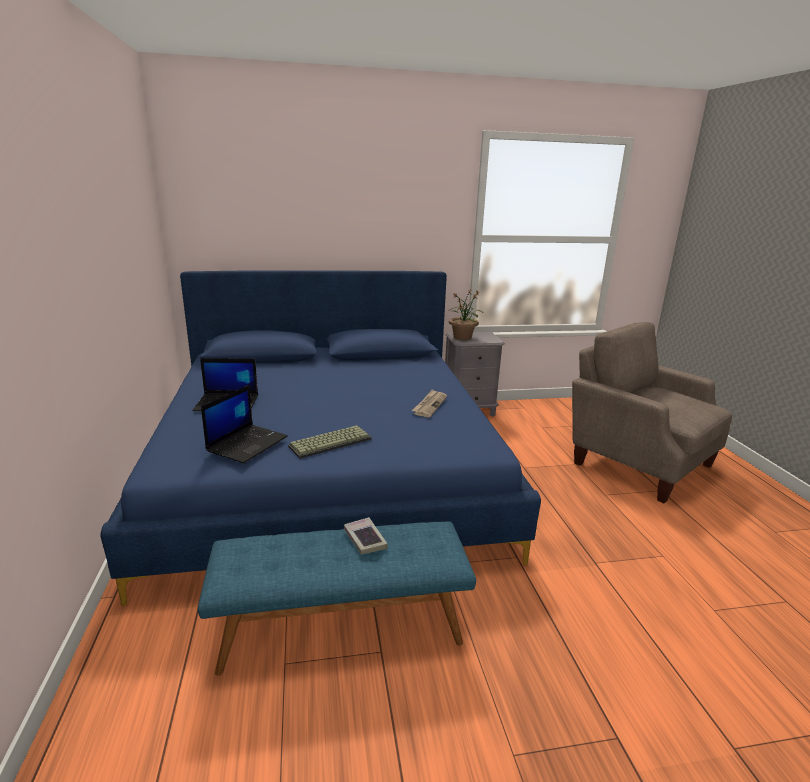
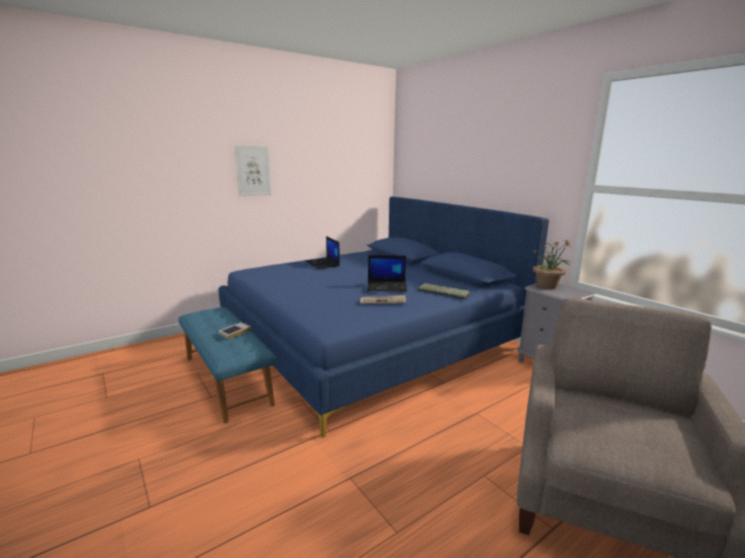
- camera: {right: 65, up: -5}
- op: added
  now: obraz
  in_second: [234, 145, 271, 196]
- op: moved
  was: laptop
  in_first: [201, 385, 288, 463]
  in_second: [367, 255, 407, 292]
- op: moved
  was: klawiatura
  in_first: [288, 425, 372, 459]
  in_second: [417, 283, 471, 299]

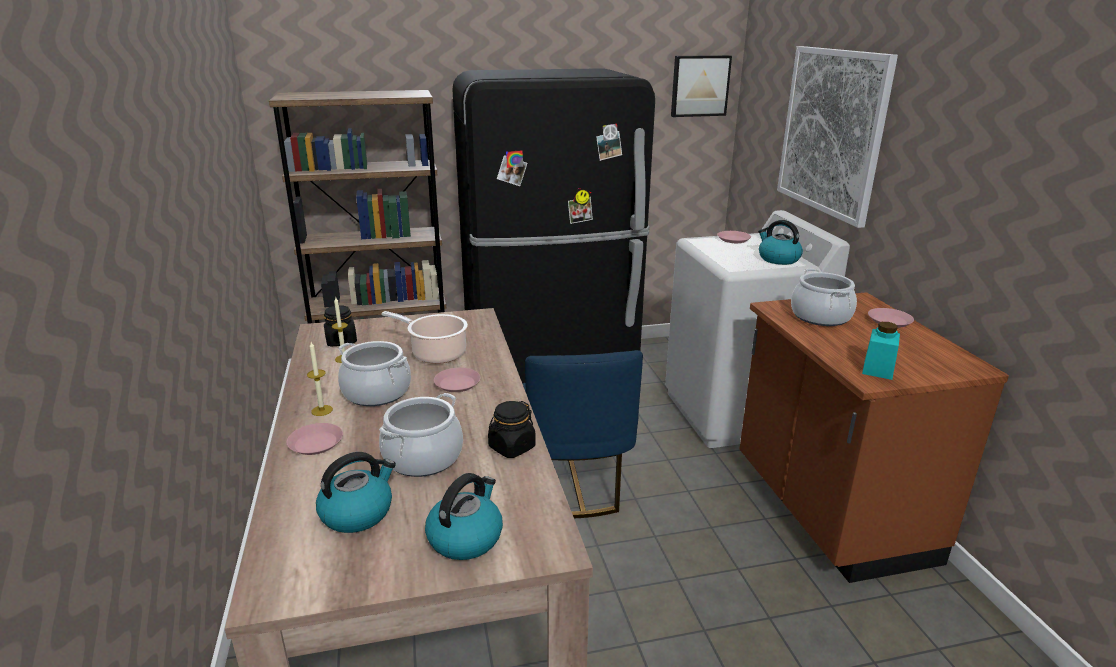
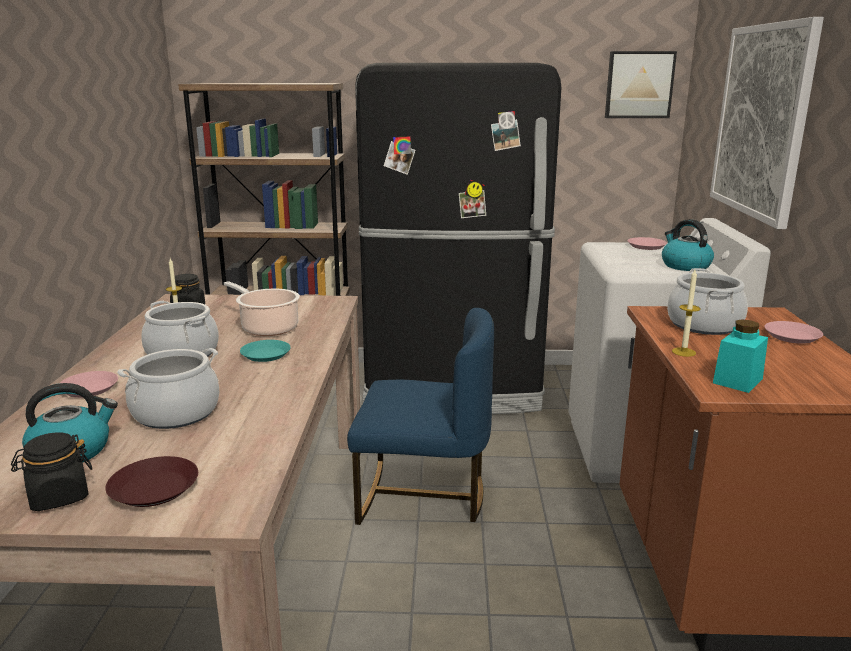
- camera: {right: 15, up: -5}
- op: moved
  was: słoik/czarny
  in_first: [488, 401, 536, 458]
  in_second: [11, 432, 92, 511]
- op: replaced
  was: czajnik
  now: talerz/brązowy
  in_first: [425, 473, 503, 560]
  in_second: [105, 456, 198, 507]
- op: recoloured
  was: talerz/różowy
  now: talerz/turkusowy
  in_first: [434, 368, 481, 392]
  in_second: [240, 340, 291, 362]
- op: turned
  was: krzesło/niebieski
  in_first: [522, 350, 643, 518]
  in_second: [347, 308, 494, 525]
  clockwise: -90
- op: moved
  was: świeca
  in_first: [307, 342, 333, 416]
  in_second: [672, 270, 700, 357]

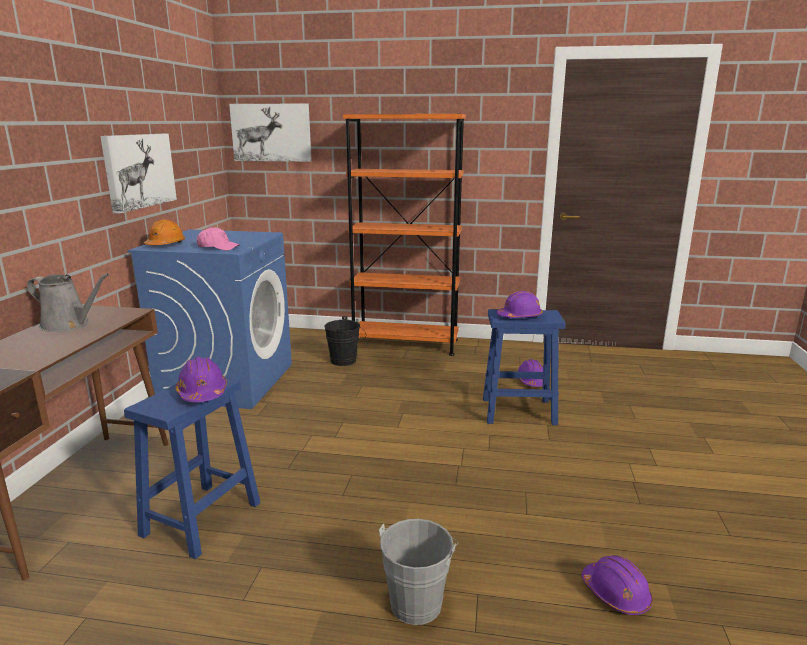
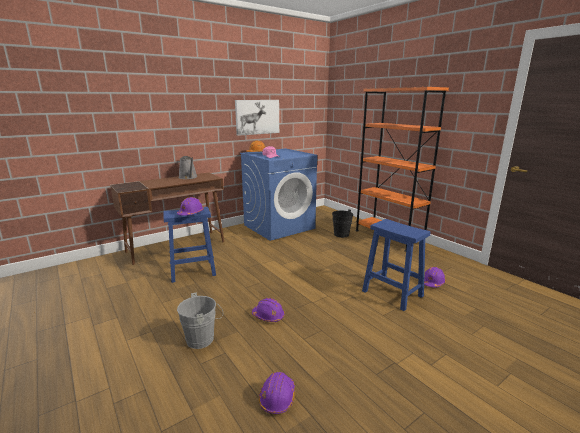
- camera: {right: 45, up: 0}
- op: moved
  was: kask/fioletowy
  in_first: [496, 291, 543, 318]
  in_second: [252, 298, 285, 322]
- op: removed
  was: obraz
  in_first: [229, 104, 312, 162]

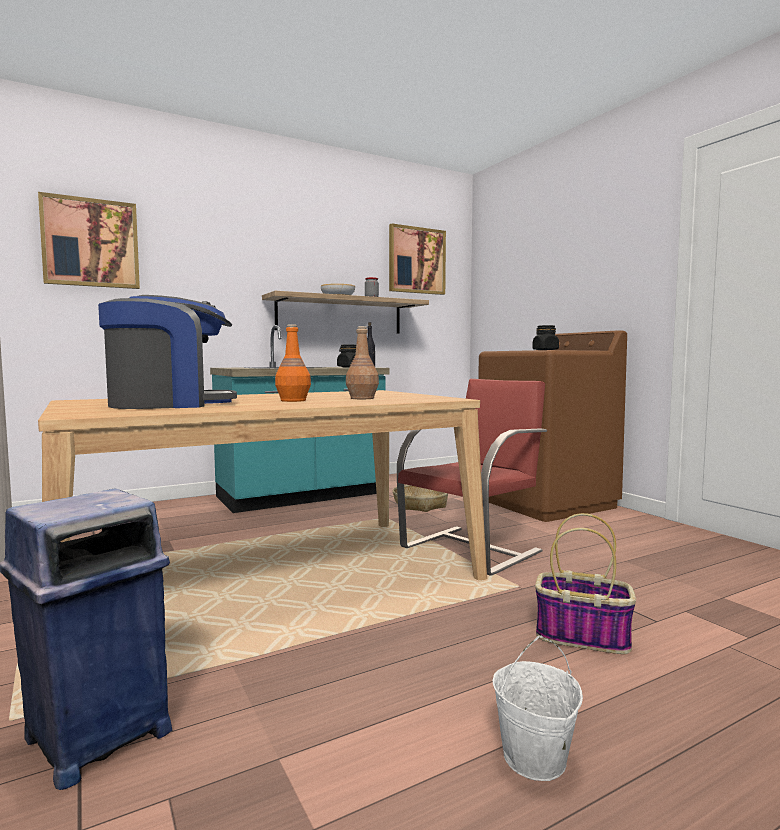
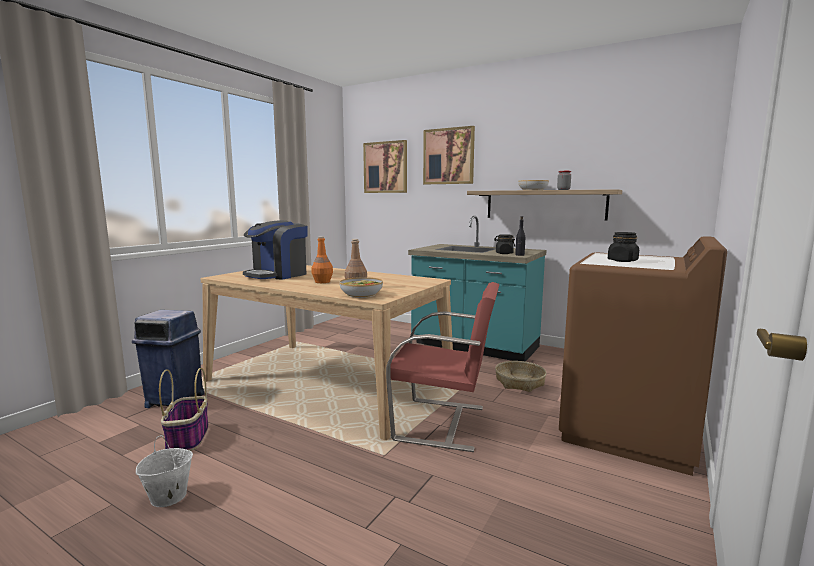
- camera: {right: 60, up: 5}
- op: moved
  was: koszyk
  in_first: [535, 513, 636, 654]
  in_second: [159, 368, 209, 451]
- op: turned
  was: ekspres do kawy
  in_first: [98, 295, 237, 409]
  in_second: [243, 220, 308, 279]
  clockwise: 90
- op: added
  now: miska
  in_second: [339, 277, 383, 298]
- op: moved
  was: obraz
  in_first: [389, 223, 446, 295]
  in_second: [423, 126, 475, 184]

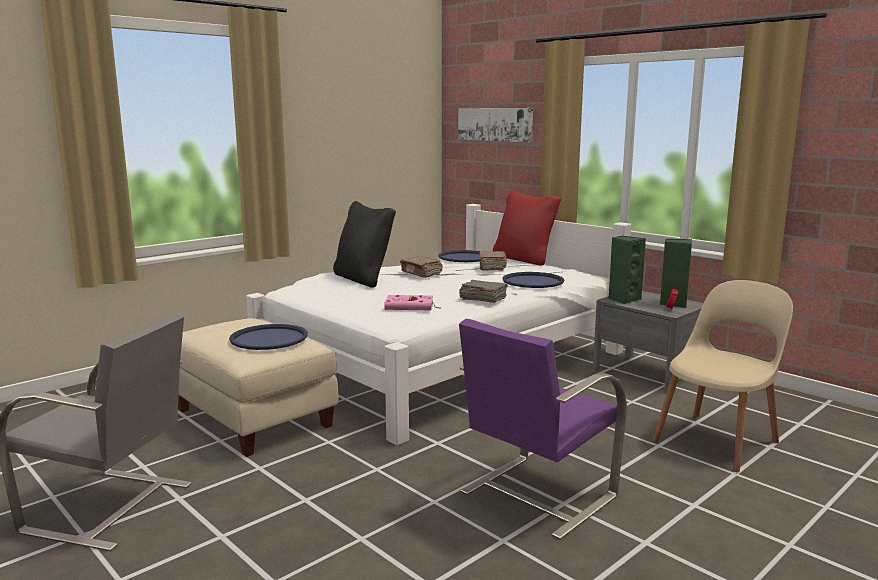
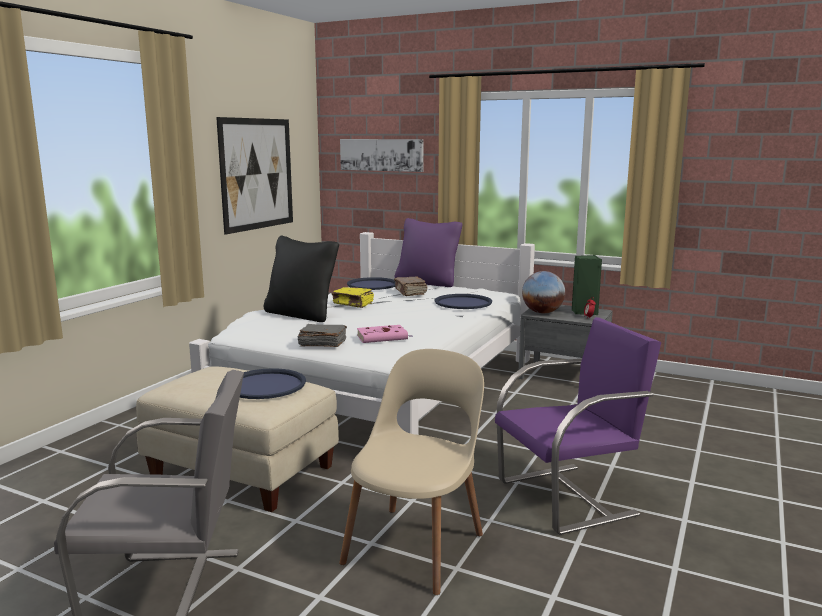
- camera: {right: -20, up: 0}
- op: added
  now: obraz
  in_second: [216, 117, 293, 235]
- op: moved
  was: książka/szary
  in_first: [459, 280, 508, 303]
  in_second: [298, 324, 347, 347]
- op: recoloured
  was: książka/brązowy
  now: książka/żółty
  in_first: [400, 256, 443, 278]
  in_second: [331, 287, 374, 308]
- op: moved
  was: krzesło/beżowy
  in_first: [653, 280, 793, 472]
  in_second: [339, 349, 484, 595]
- op: recoloured
  was: poduszka/czerwony
  now: poduszka/fioletowy
  in_first: [493, 191, 561, 265]
  in_second: [395, 218, 463, 287]
- op: turned
  was: krzesło/fioletowy
  in_first: [459, 319, 627, 540]
  in_second: [495, 317, 661, 535]
  clockwise: -135
- op: replaced
  was: głośnik/zielony
  now: globus
  in_first: [608, 236, 646, 304]
  in_second: [522, 271, 565, 313]

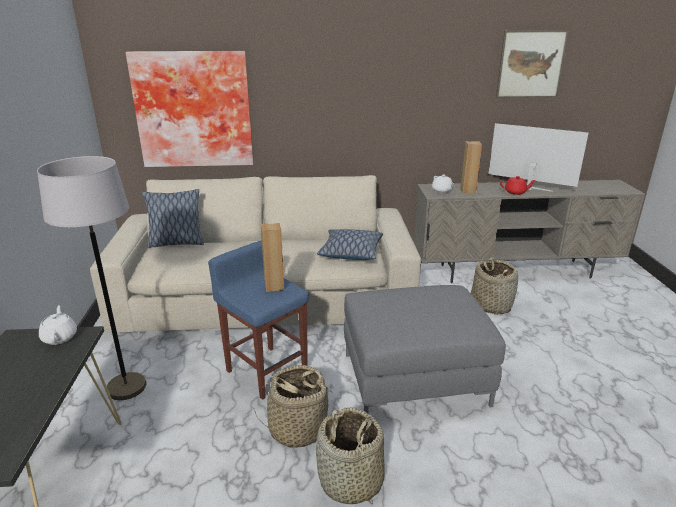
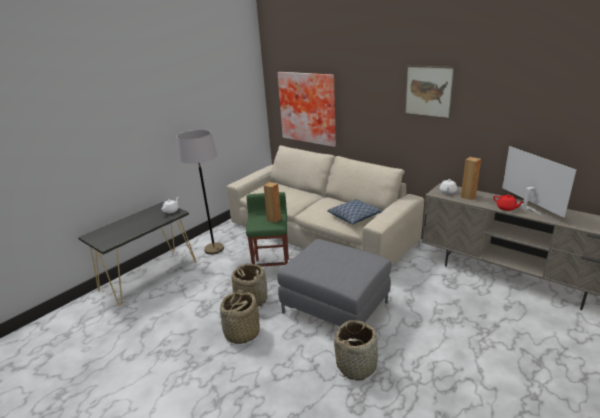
- camera: {right: 45, up: 0}
- op: recoloured
  was: stołek/niebieski
  now: stołek/zielony
  in_first: [208, 240, 309, 400]
  in_second: [246, 192, 289, 267]
- op: moved
  was: koszyk
  in_first: [471, 257, 518, 315]
  in_second: [334, 320, 378, 381]
- op: moved
  was: obraz
  in_first: [496, 30, 569, 98]
  in_second: [404, 65, 455, 119]
- op: removed
  was: poduszka
  in_first: [141, 189, 204, 248]

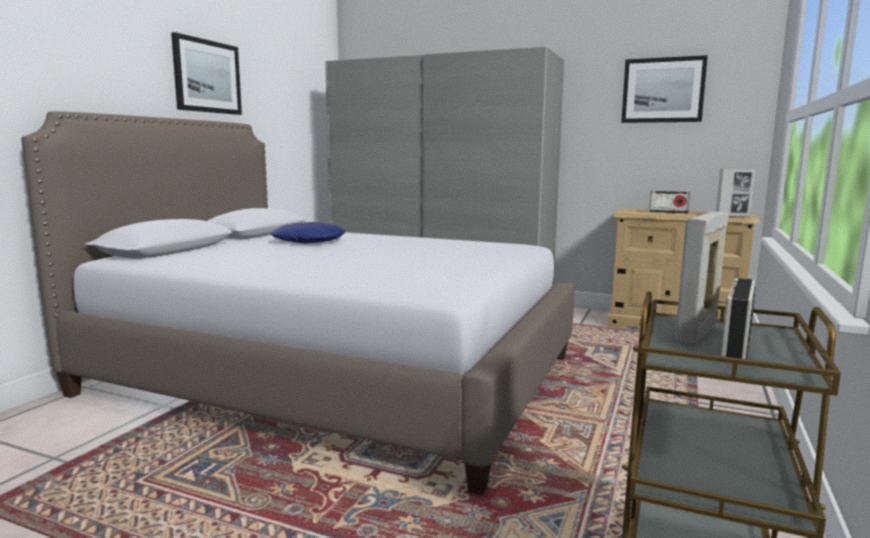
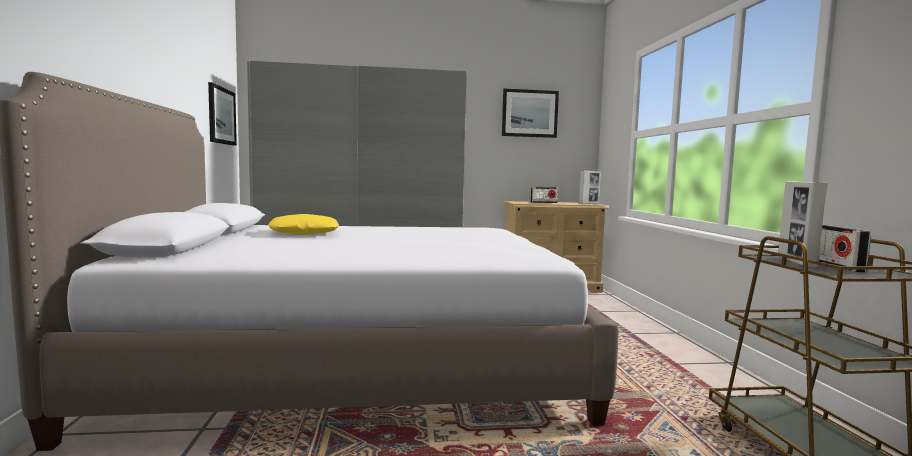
- camera: {right: -30, up: -5}
- op: moved
  was: obraz
  in_first: [171, 32, 242, 115]
  in_second: [208, 82, 237, 146]
- op: recoloured
  was: poduszka/niebieski
  now: poduszka/żółty
  in_first: [271, 222, 345, 243]
  in_second: [268, 214, 339, 235]

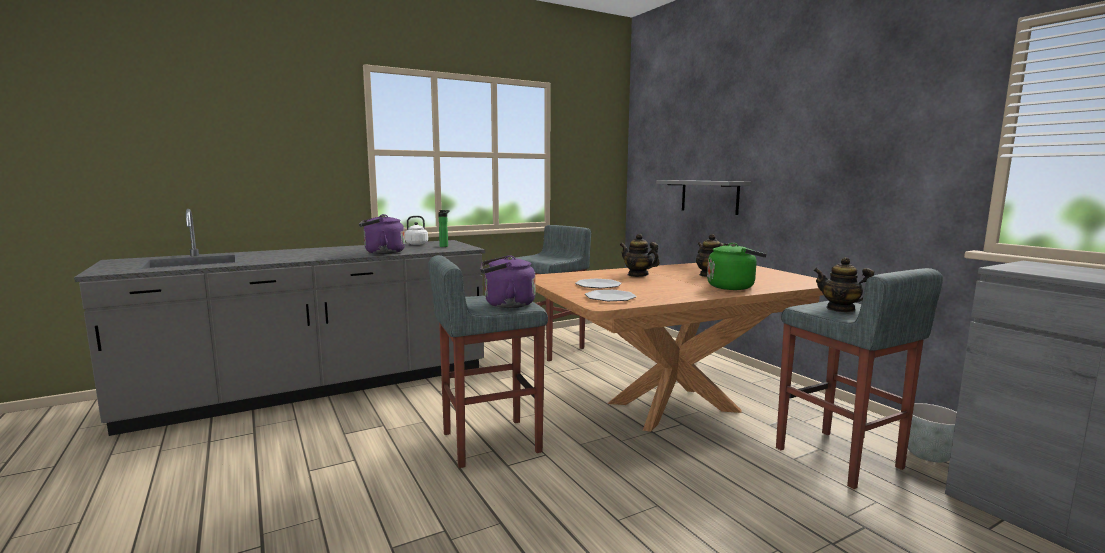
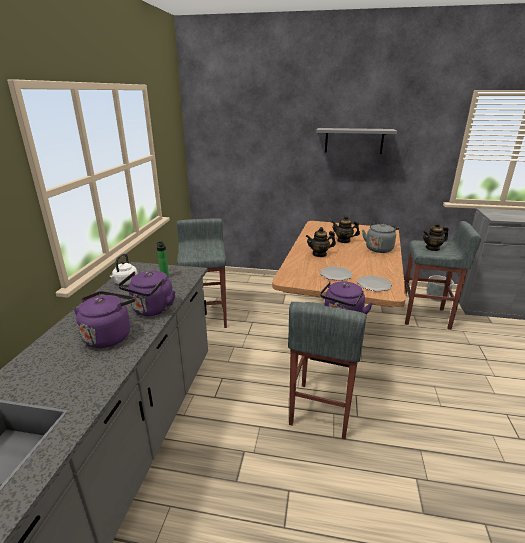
- camera: {right: -50, up: 15}
- op: added
  now: czajnik/fioletowy
  in_second: [73, 291, 135, 348]
- op: moved
  was: półka/szary
  in_first: [656, 180, 750, 215]
  in_second: [316, 128, 397, 154]
- op: recoloured
  was: czajnik/zielony
  now: czajnik/szary
  in_first: [707, 243, 767, 290]
  in_second: [362, 223, 400, 253]

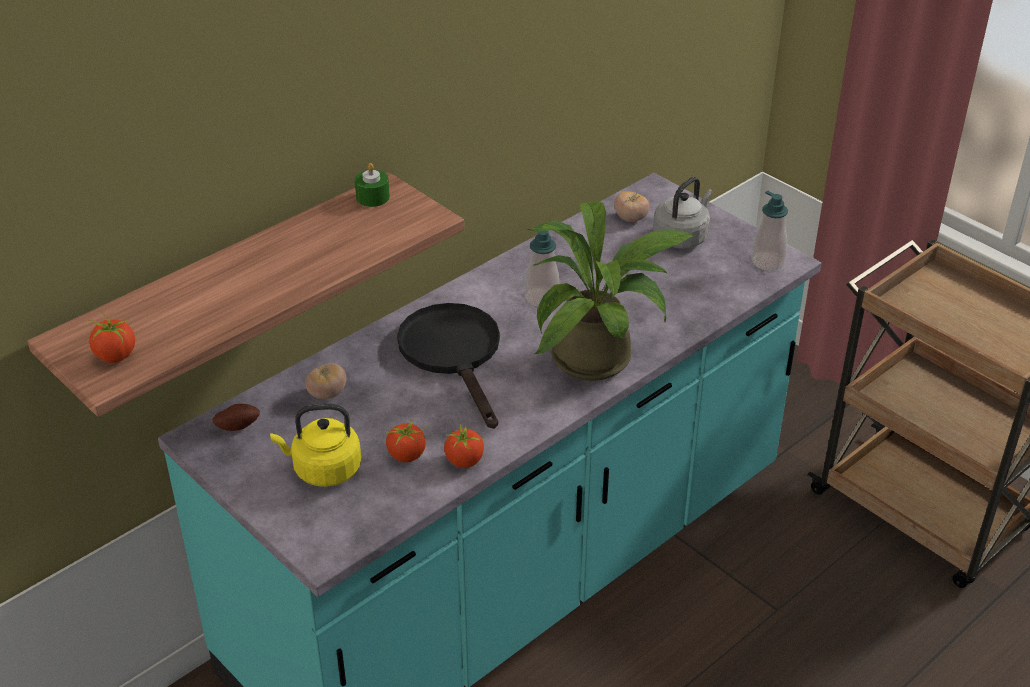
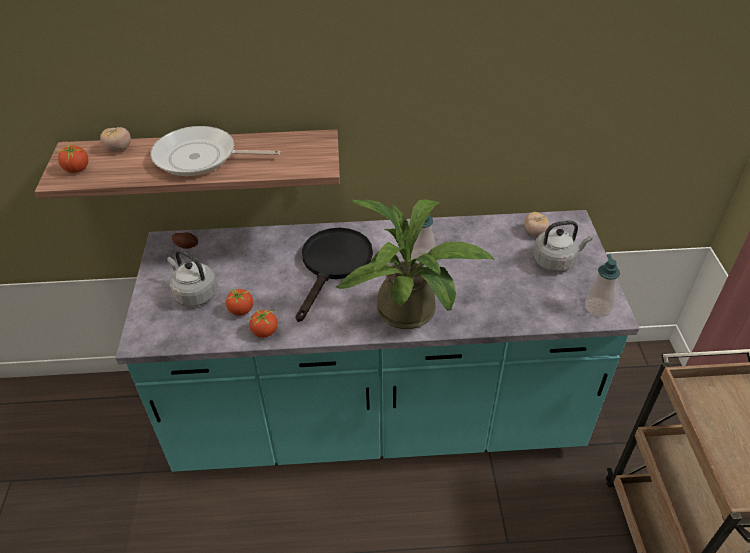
- camera: {right: 40, up: 5}
- op: moved
  was: pomidor
  in_first: [305, 363, 346, 399]
  in_second: [100, 127, 131, 152]
- op: added
  now: patelnia
  in_second: [151, 126, 280, 176]
- op: recoloured
  was: czajnik/żółty
  now: czajnik/szary
  in_first: [270, 404, 361, 487]
  in_second: [167, 250, 217, 307]
- op: removed
  was: świeca/zielony
  in_first: [355, 163, 390, 207]

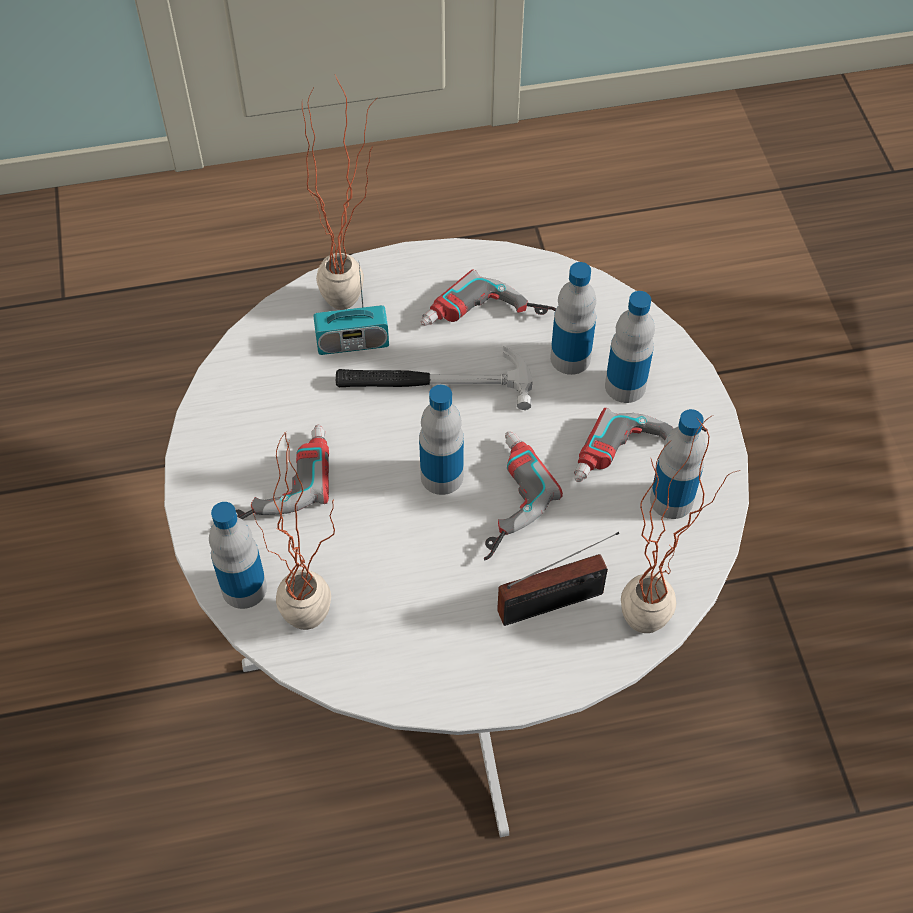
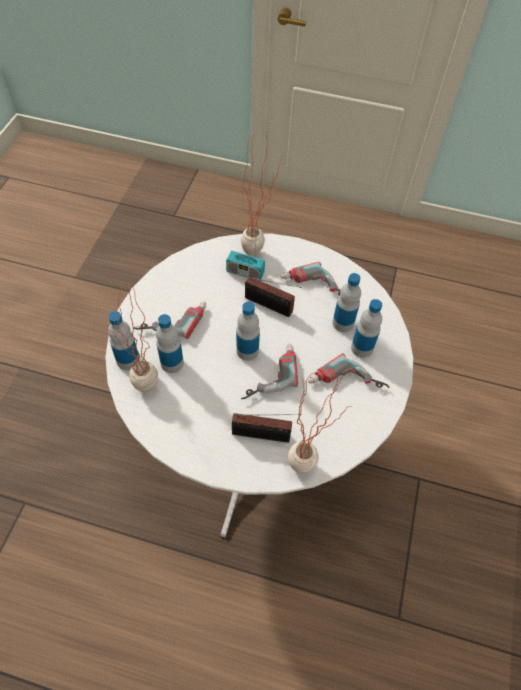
- camera: {right: 25, up: 0}
- op: moved
  was: butelka
  in_first: [650, 409, 706, 519]
  in_second: [156, 314, 184, 373]
- op: replaced
  was: młotek
  now: radio
  in_first: [336, 346, 532, 410]
  in_second: [245, 277, 301, 317]

